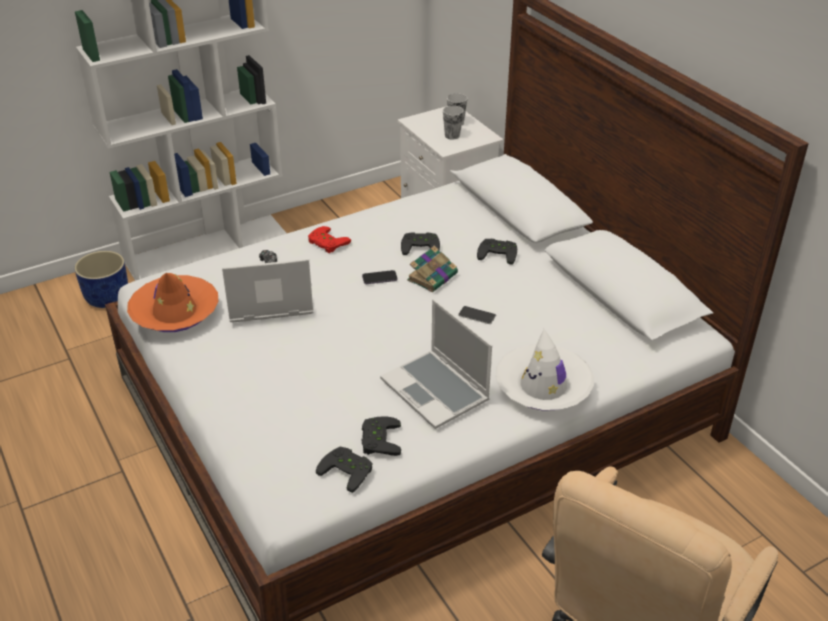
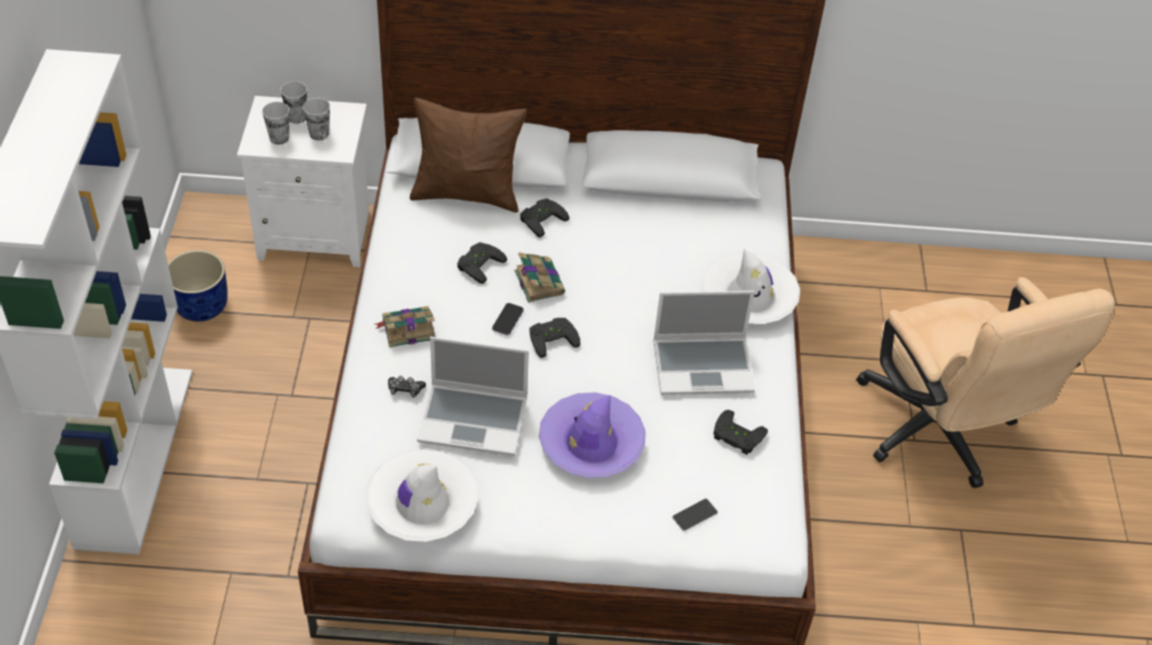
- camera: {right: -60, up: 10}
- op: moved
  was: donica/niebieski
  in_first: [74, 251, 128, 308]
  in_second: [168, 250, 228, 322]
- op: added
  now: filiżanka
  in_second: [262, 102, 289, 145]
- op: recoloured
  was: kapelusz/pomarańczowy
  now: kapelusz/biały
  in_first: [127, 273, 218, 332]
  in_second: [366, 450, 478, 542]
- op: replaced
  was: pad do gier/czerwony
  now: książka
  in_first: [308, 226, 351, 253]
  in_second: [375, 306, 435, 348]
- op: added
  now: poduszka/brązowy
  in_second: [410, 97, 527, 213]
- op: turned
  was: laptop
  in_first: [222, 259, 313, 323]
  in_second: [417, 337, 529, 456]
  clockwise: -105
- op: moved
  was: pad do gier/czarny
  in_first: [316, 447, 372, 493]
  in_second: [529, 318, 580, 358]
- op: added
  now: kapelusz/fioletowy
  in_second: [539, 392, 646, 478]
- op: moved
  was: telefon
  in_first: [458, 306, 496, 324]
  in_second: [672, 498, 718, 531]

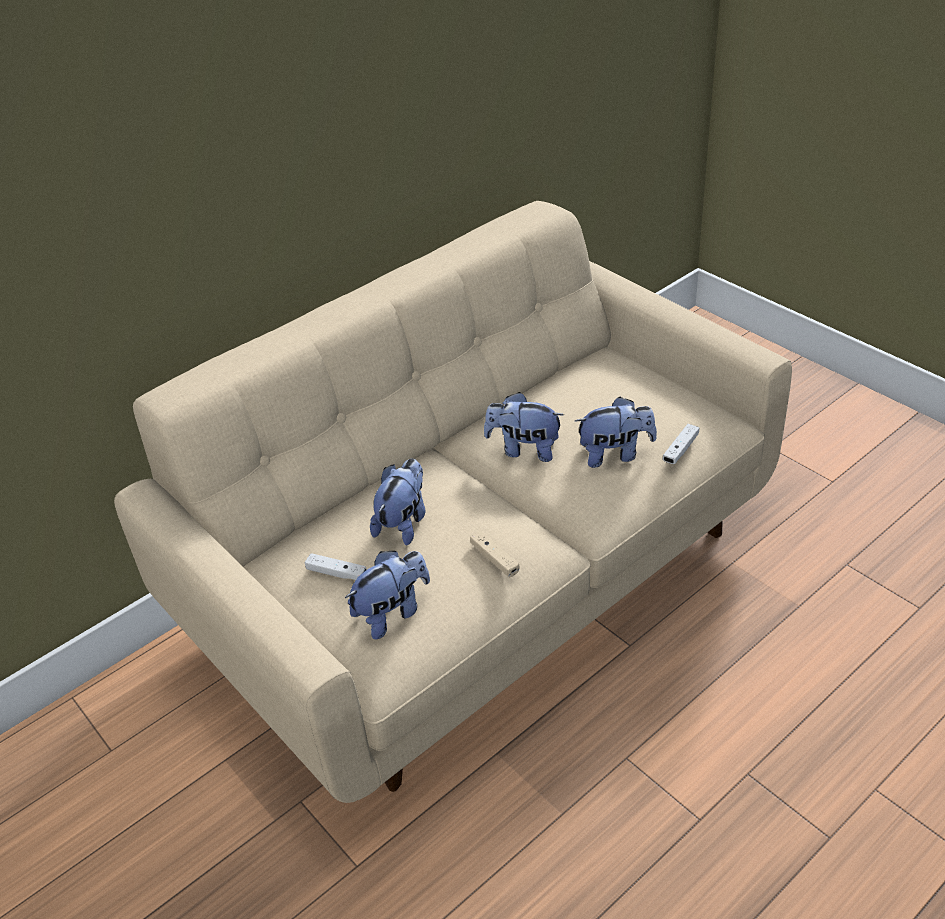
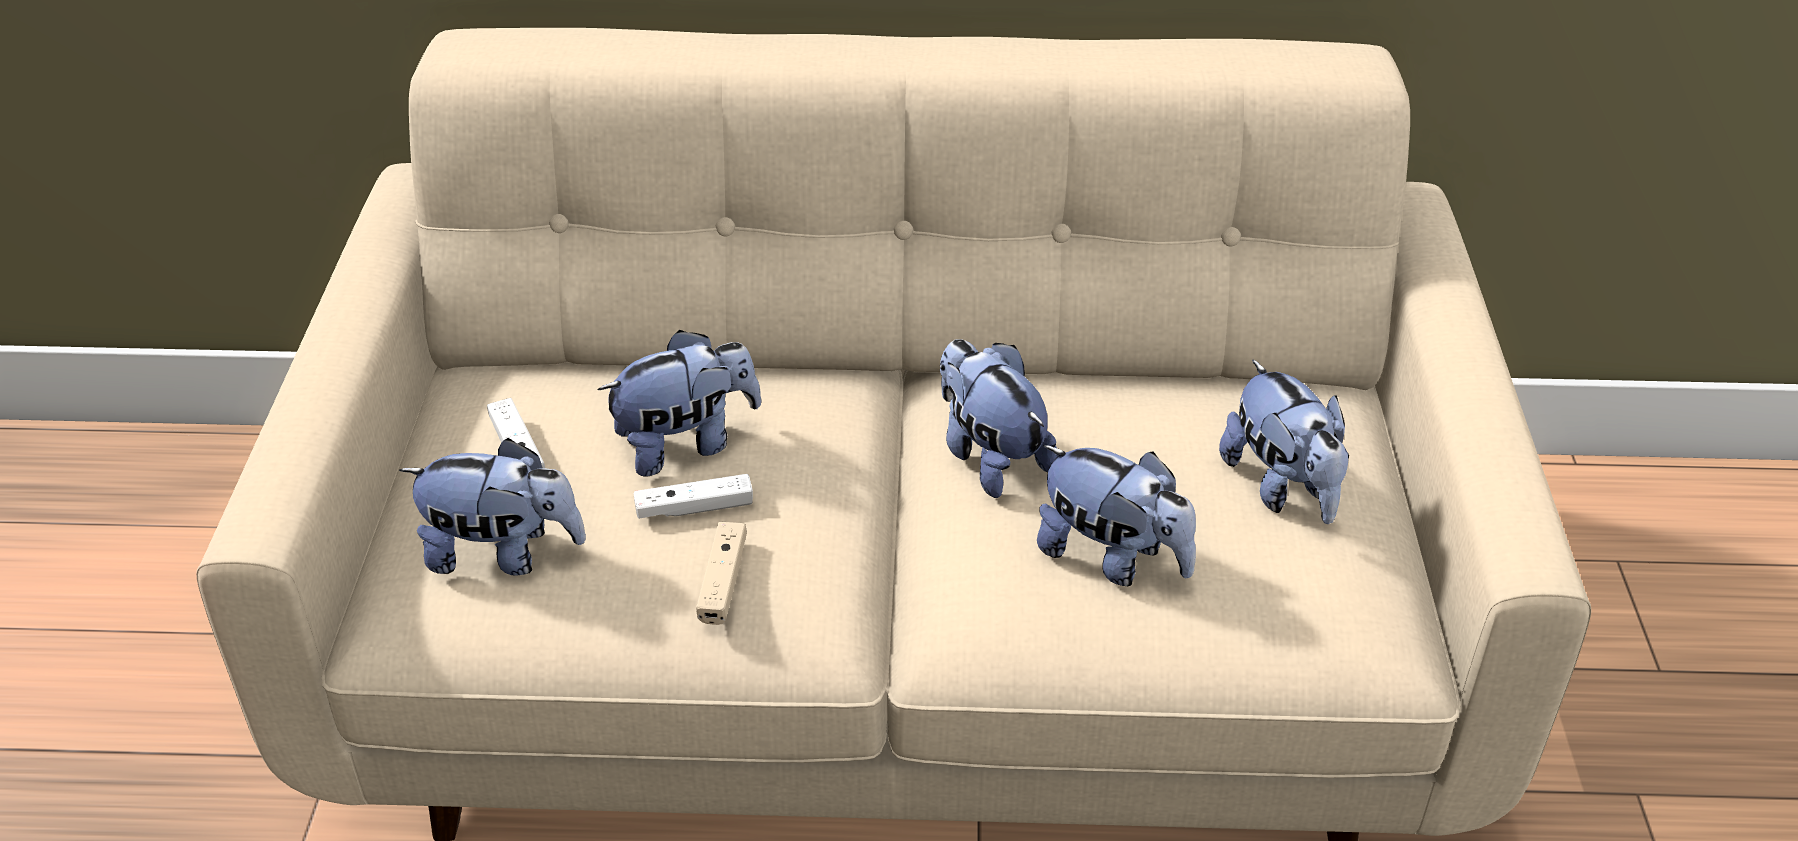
- camera: {right: 40, up: 0}
- op: moved
  was: pad do gier/biały
  in_first: [662, 424, 699, 464]
  in_second: [634, 474, 753, 519]
- op: added
  now: pluszak
  in_second: [1219, 359, 1349, 524]

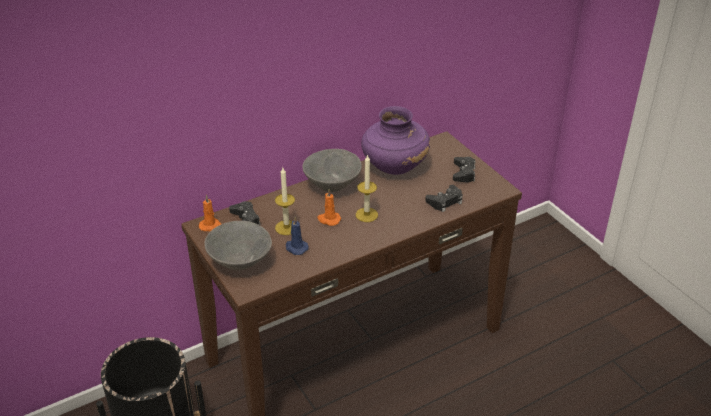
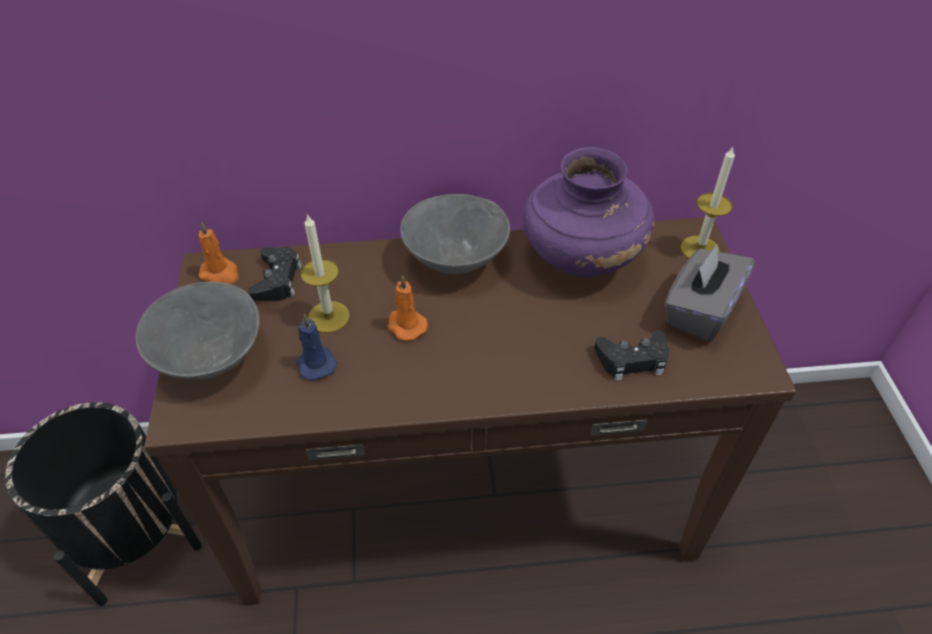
- camera: {right: 25, up: 10}
- op: replaced
  was: pad do gier/czarny
  now: pudełko chusteczek/szary
  in_first: [453, 157, 475, 183]
  in_second: [664, 245, 755, 342]
- op: moved
  was: świeca
  in_first: [356, 154, 378, 222]
  in_second: [681, 147, 735, 258]

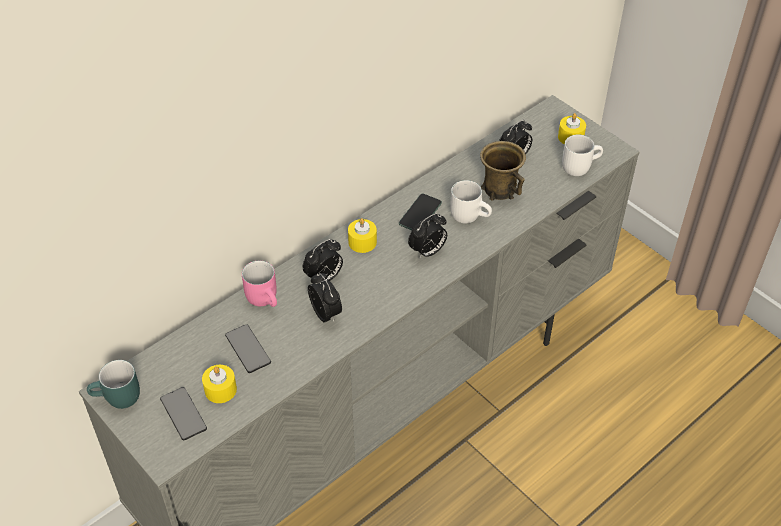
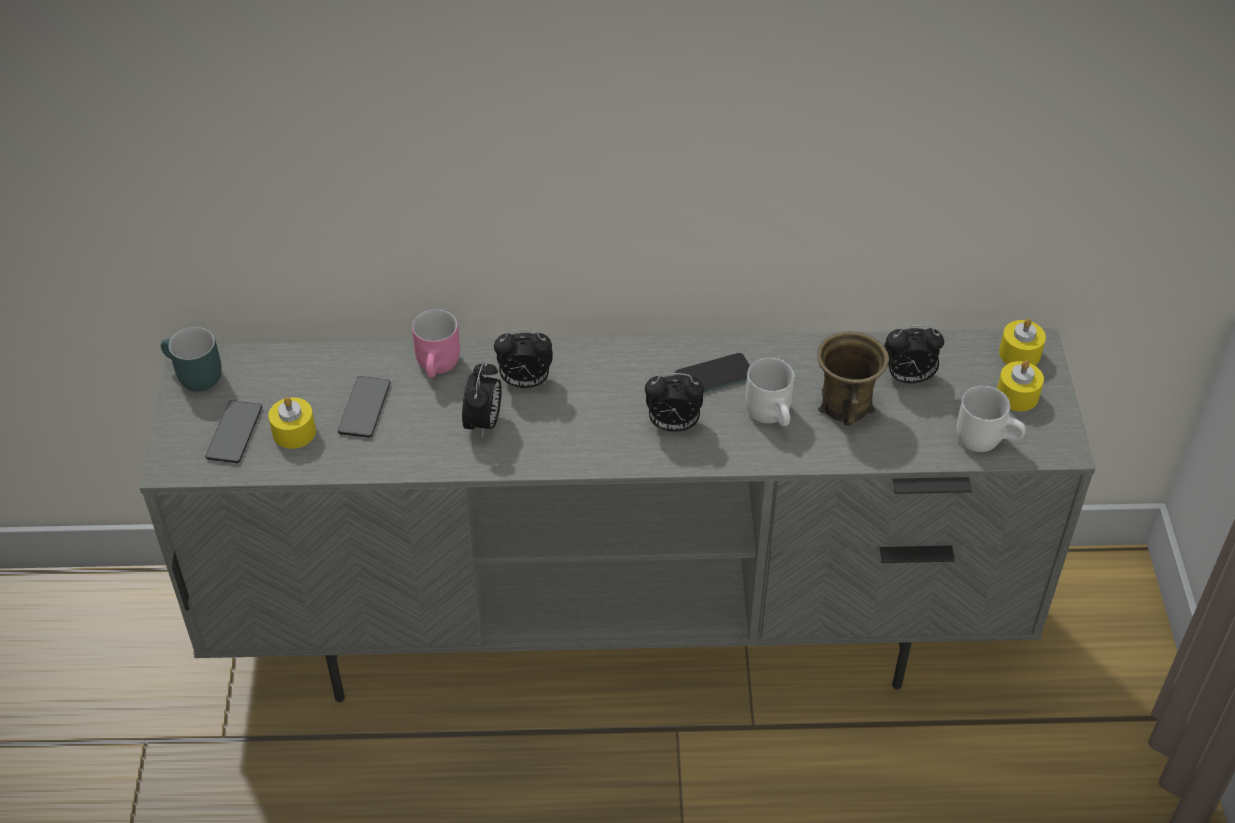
- camera: {right: 40, up: 0}
- op: moved
  was: świeca/żółty
  in_first: [348, 218, 377, 253]
  in_second: [999, 318, 1046, 366]

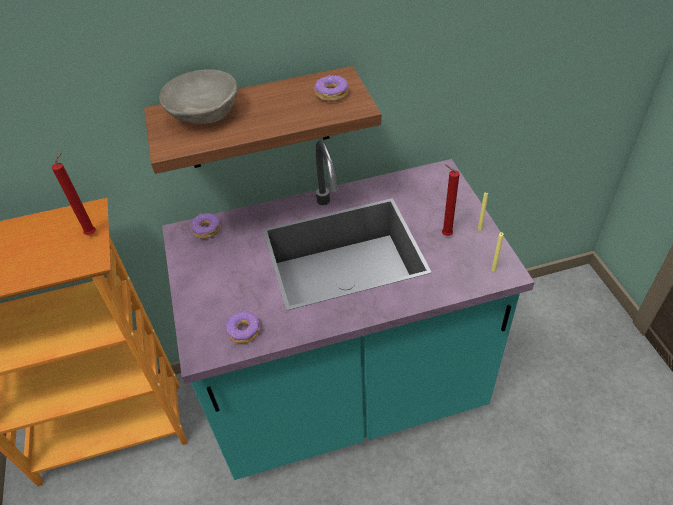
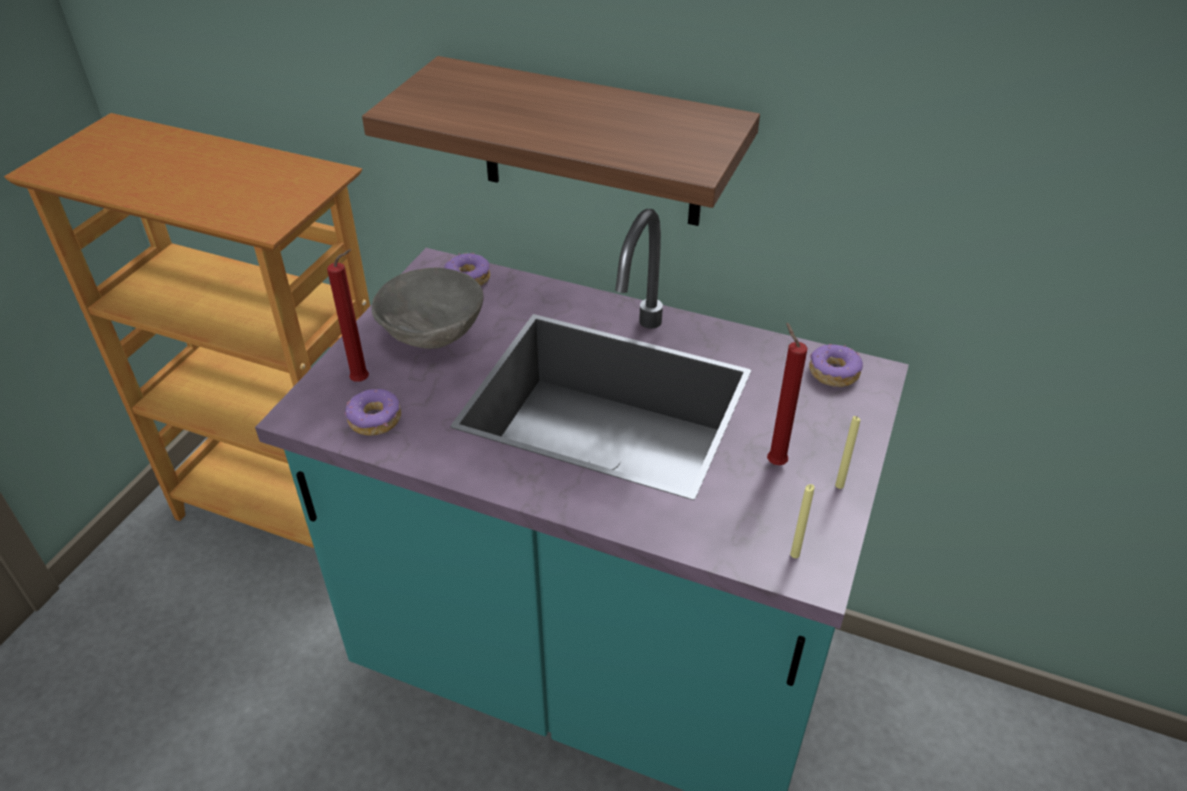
- camera: {right: 35, up: -5}
- op: moved
  was: świeca/czerwony
  in_first: [52, 151, 96, 235]
  in_second: [327, 249, 369, 382]
- op: moved
  was: miska/szary
  in_first: [159, 69, 237, 124]
  in_second: [371, 268, 484, 349]
- op: moved
  was: donut
  in_first: [314, 74, 348, 102]
  in_second: [809, 344, 863, 387]

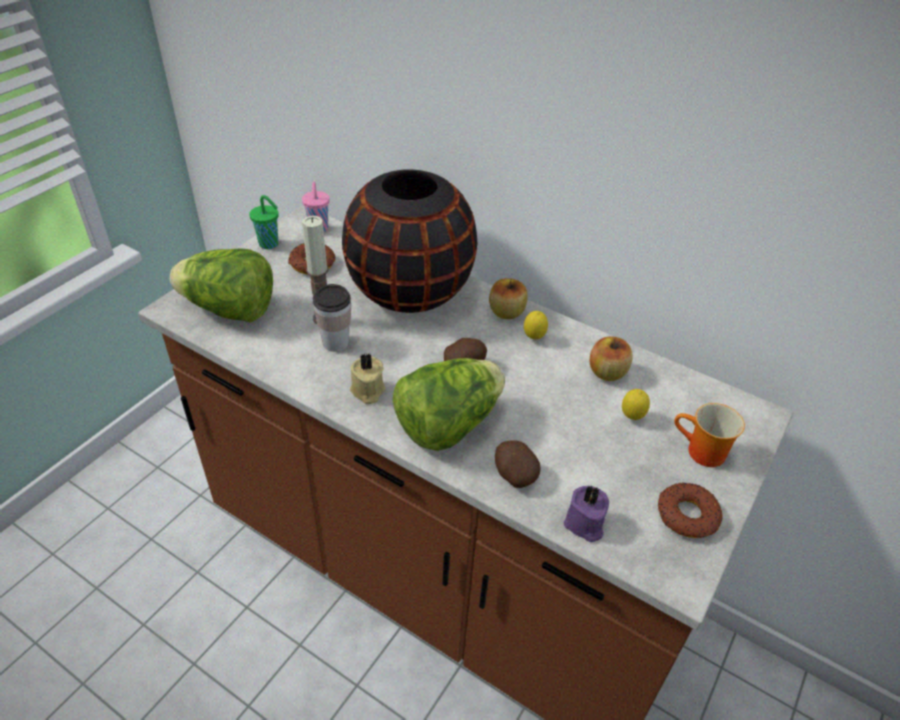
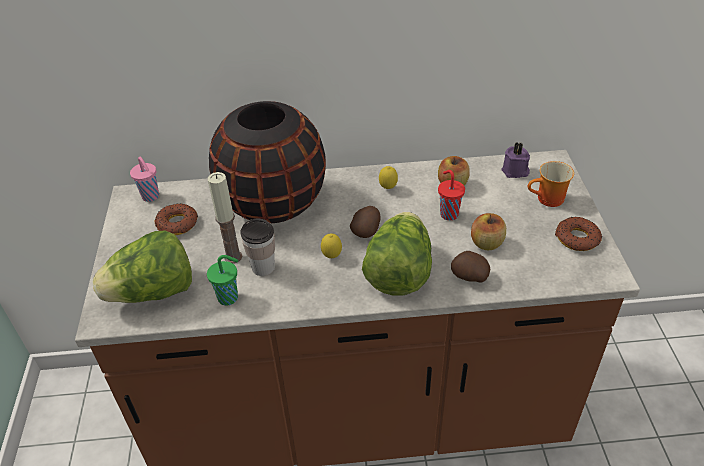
- camera: {right: -35, up: 0}
- op: moved
  was: filiżanka/zielony
  in_first: [249, 195, 278, 249]
  in_second: [207, 255, 238, 306]
- op: moved
  was: cytryna
  in_first: [622, 389, 650, 420]
  in_second: [321, 234, 342, 258]
- op: added
  now: filiżanka/czerwony
  in_second: [438, 170, 465, 220]
- op: moved
  was: jabłko
  in_first: [489, 278, 528, 319]
  in_second: [471, 213, 506, 250]
- op: moved
  was: świeca/fioletowy
  in_first: [564, 485, 609, 542]
  in_second: [502, 142, 530, 178]
- op: removed
  was: świeca/beżowy
  in_first: [350, 354, 386, 404]

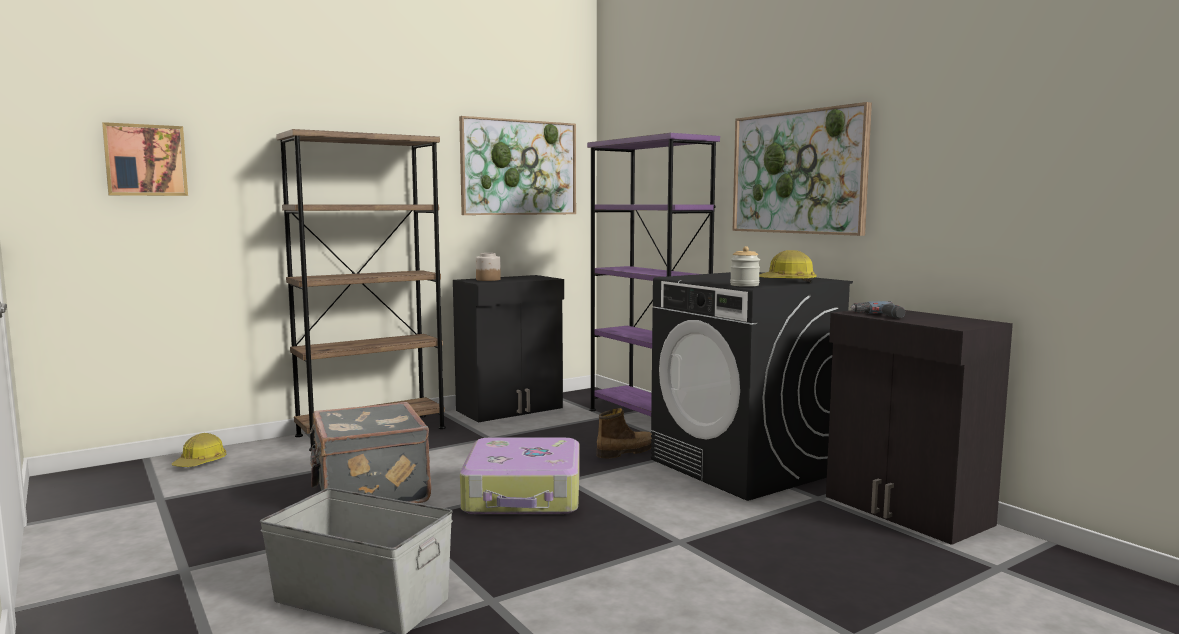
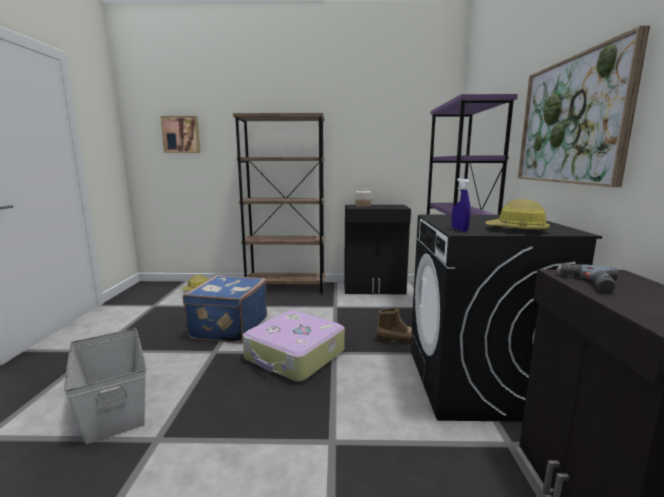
- camera: {right: 35, up: 5}
- op: recoloured
  was: walizka/szary
  now: walizka/niebieski
  in_first: [310, 402, 431, 503]
  in_second: [182, 275, 267, 343]
- op: replaced
  was: słoik
  now: spryskiwacz/niebieski
  in_first: [730, 246, 760, 287]
  in_second: [452, 178, 470, 231]
- op: removed
  was: obraz
  in_first: [459, 116, 576, 215]

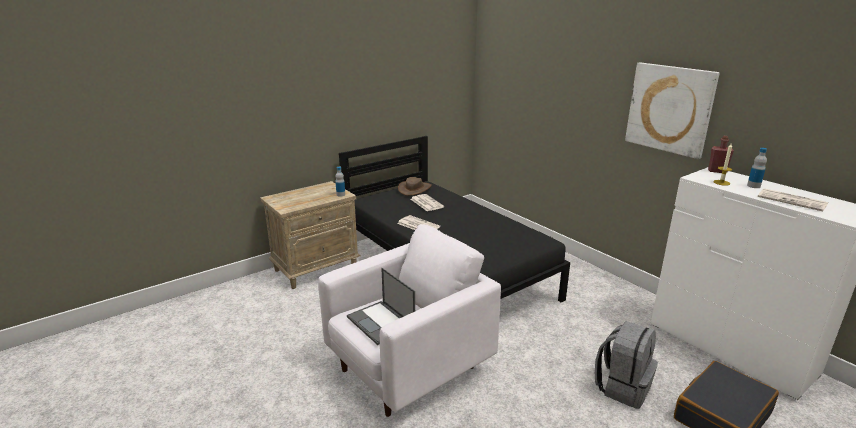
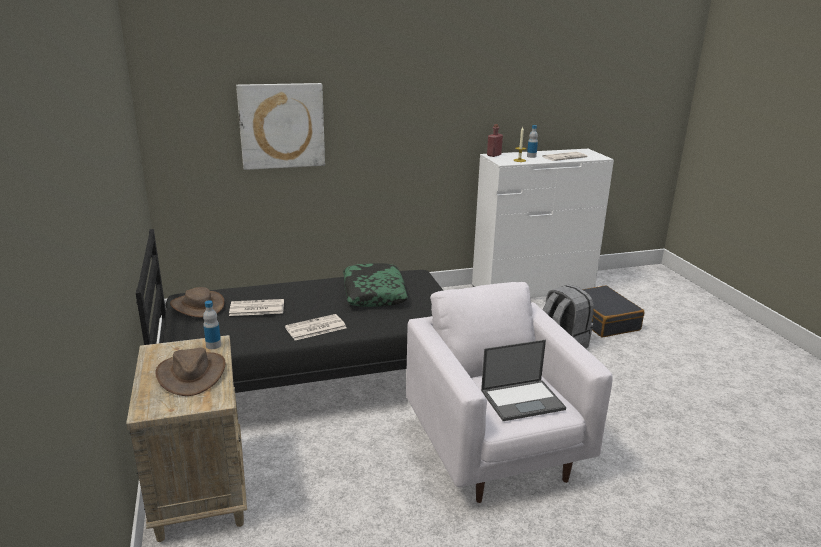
- camera: {right: -70, up: 0}
- op: added
  now: kapelusz/brązowy
  in_second: [155, 348, 226, 396]
- op: moved
  was: obraz
  in_first: [625, 63, 720, 159]
  in_second: [236, 83, 325, 170]
- op: added
  now: poduszka
  in_second: [343, 263, 408, 307]

